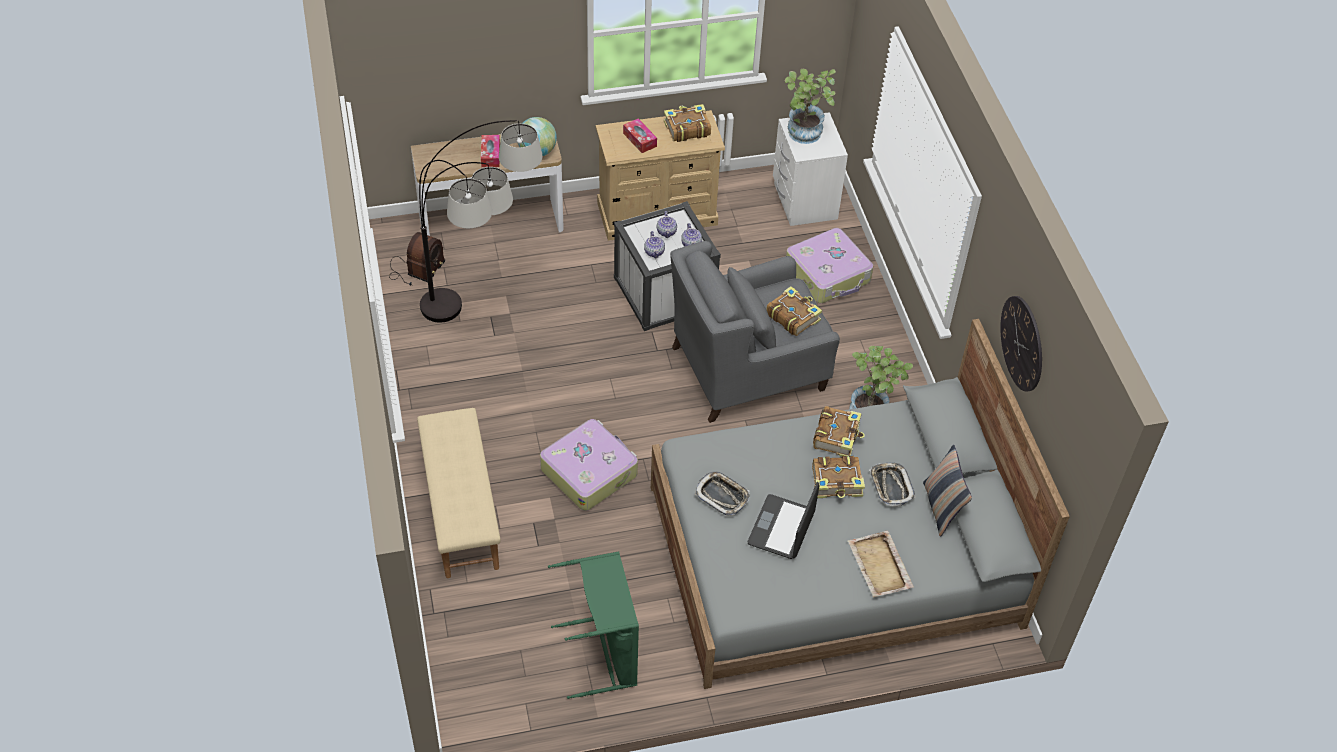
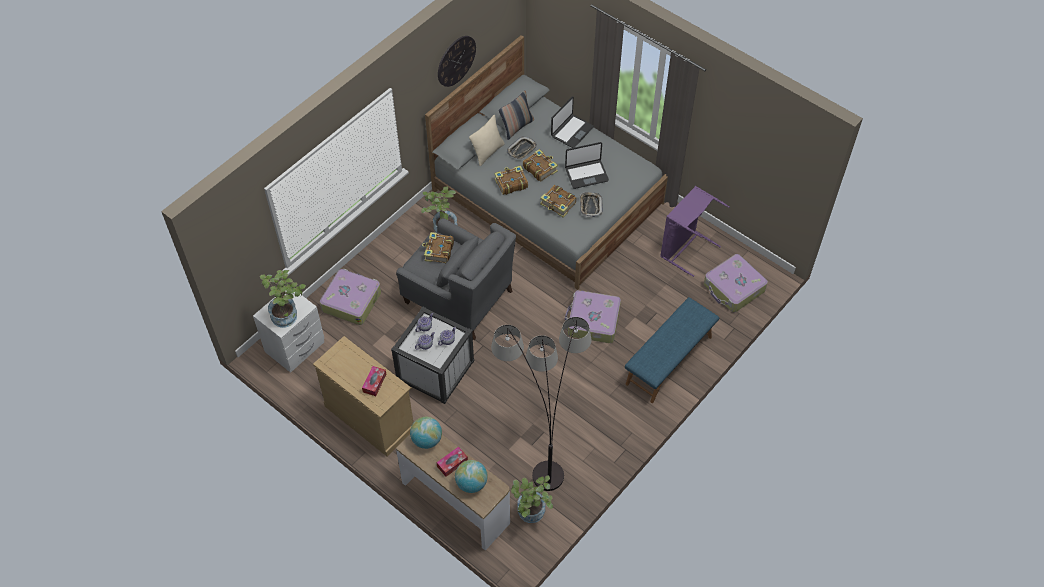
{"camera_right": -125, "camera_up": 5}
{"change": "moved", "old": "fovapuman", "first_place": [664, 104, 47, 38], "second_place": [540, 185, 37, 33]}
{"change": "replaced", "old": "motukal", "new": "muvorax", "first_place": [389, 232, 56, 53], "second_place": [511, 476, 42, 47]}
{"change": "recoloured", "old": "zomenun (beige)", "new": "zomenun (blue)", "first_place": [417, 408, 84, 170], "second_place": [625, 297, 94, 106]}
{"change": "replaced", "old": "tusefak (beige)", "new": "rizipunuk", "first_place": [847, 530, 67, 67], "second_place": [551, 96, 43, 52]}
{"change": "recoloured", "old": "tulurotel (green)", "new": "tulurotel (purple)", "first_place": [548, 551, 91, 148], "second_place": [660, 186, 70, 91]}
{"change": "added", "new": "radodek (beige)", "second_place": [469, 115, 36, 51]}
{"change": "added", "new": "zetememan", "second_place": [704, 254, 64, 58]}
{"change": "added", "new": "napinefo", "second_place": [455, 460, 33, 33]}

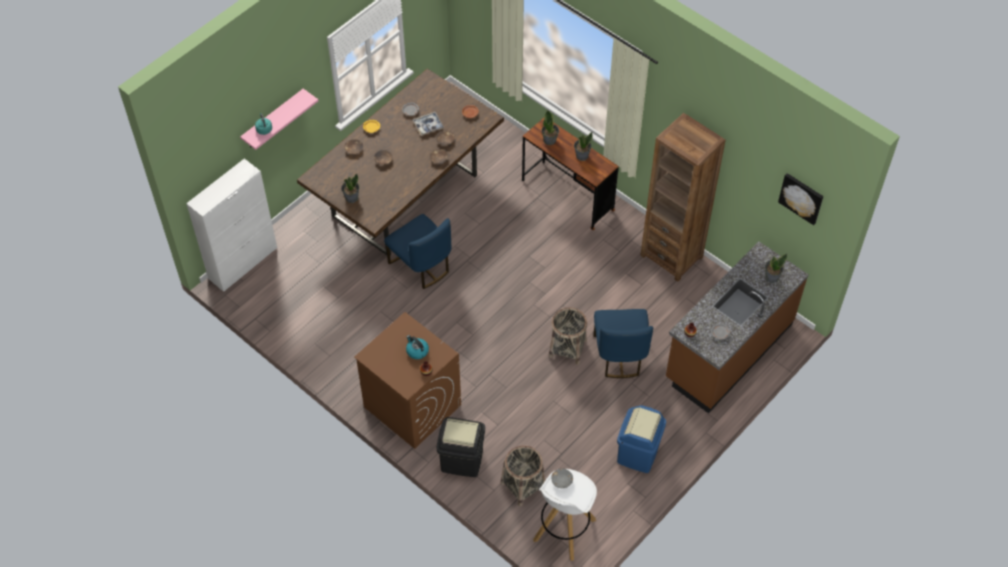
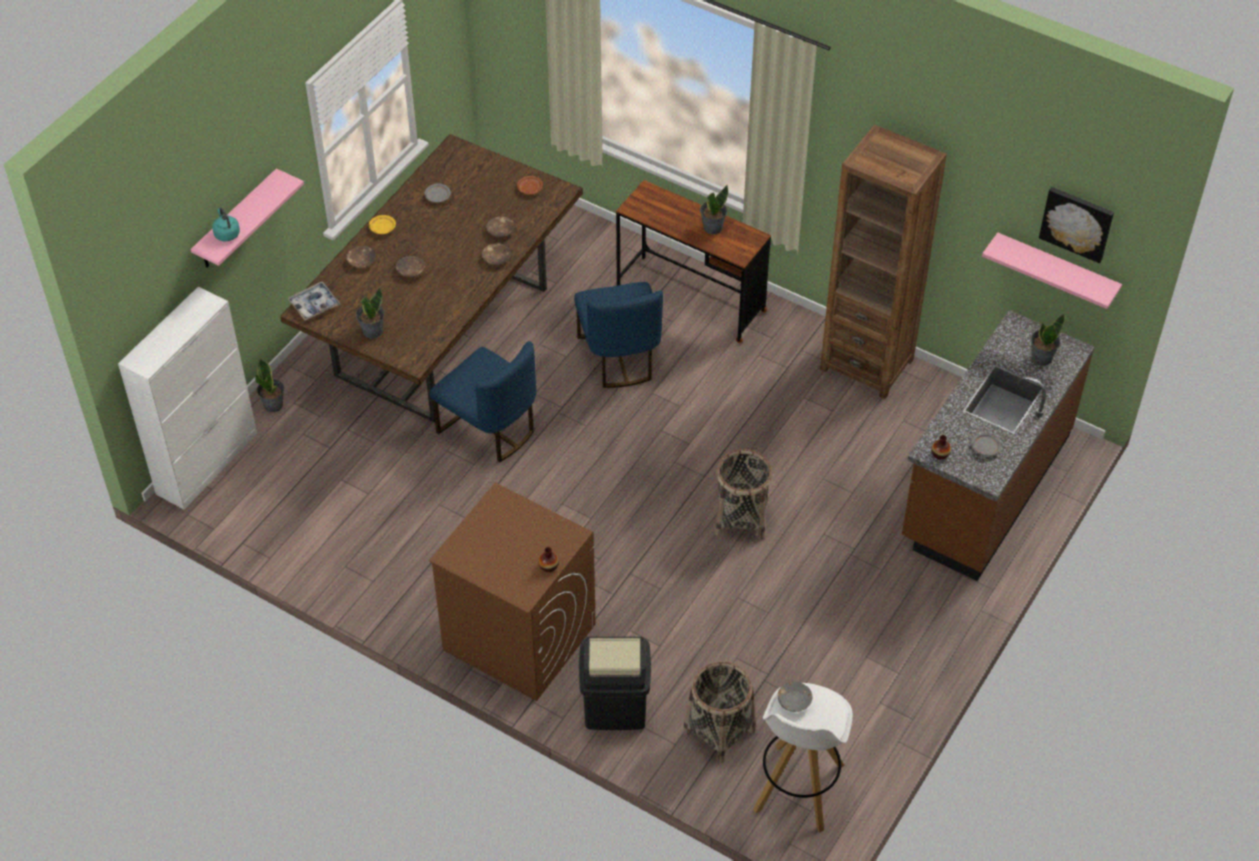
{"camera_right": -10, "camera_up": -5}
{"change": "moved", "old": "muvorax", "first_place": [542, 110, 17, 35], "second_place": [255, 358, 29, 54]}
{"change": "moved", "old": "tusefak", "first_place": [413, 112, 31, 24], "second_place": [288, 281, 52, 39]}
{"change": "moved", "old": "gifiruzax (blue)", "first_place": [593, 309, 60, 69], "second_place": [574, 282, 89, 106]}
{"change": "removed", "old": "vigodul", "first_place": [406, 335, 23, 24]}
{"change": "removed", "old": "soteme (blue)", "first_place": [617, 405, 49, 68]}
{"change": "added", "new": "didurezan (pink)", "second_place": [982, 232, 140, 77]}

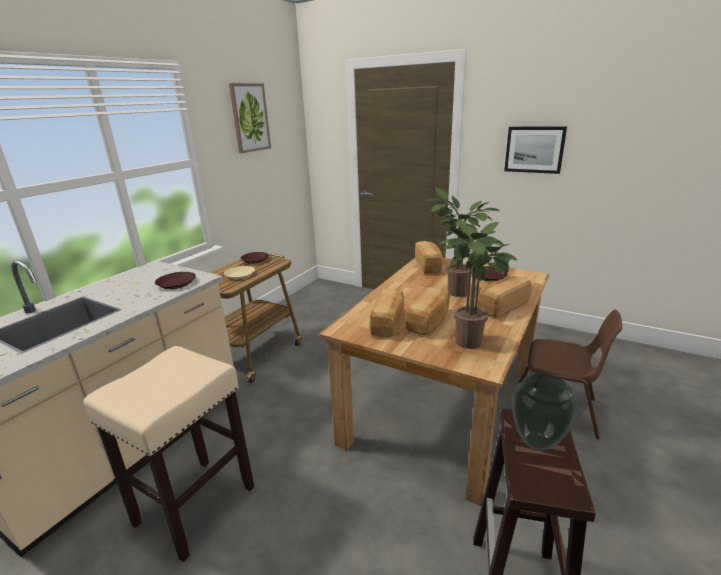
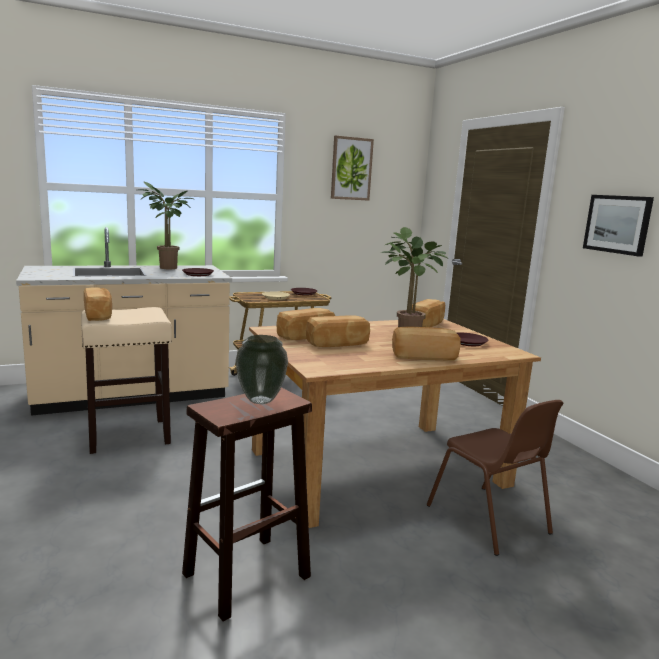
{"camera_right": 35, "camera_up": -10}
{"change": "moved", "old": "muvorax", "first_place": [438, 222, 79, 127], "second_place": [139, 181, 55, 88]}
{"change": "added", "new": "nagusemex", "second_place": [84, 287, 28, 34]}

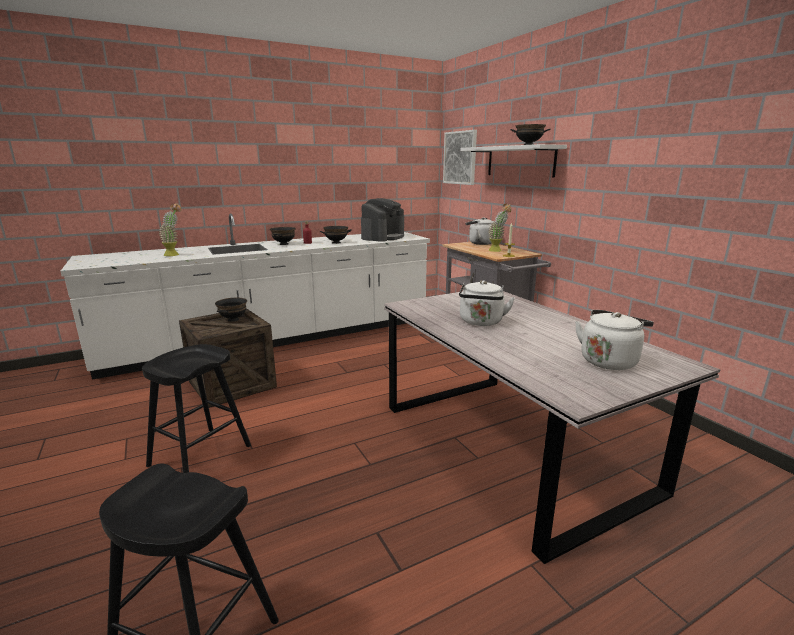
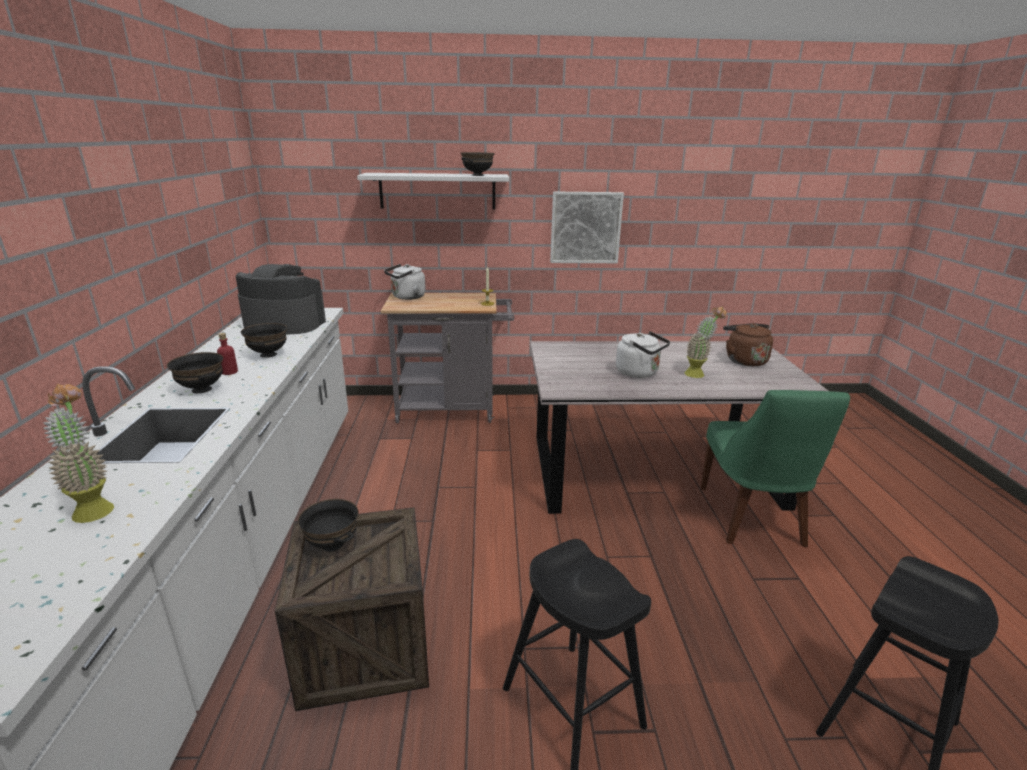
{"camera_right": -65, "camera_up": 5}
{"change": "moved", "old": "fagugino", "first_place": [443, 130, 34, 55], "second_place": [550, 192, 74, 71]}
{"change": "turned", "old": "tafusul", "first_place": [361, 198, 43, 44], "second_place": [236, 264, 90, 71], "degrees": -45}
{"change": "moved", "old": "muvorax", "first_place": [489, 204, 22, 48], "second_place": [685, 306, 41, 72]}
{"change": "recoloured", "old": "vigodul (white)", "new": "vigodul (brown)", "first_place": [575, 310, 79, 60], "second_place": [723, 323, 50, 44]}
{"change": "added", "new": "gifiruzax (green)", "second_place": [700, 390, 150, 157]}

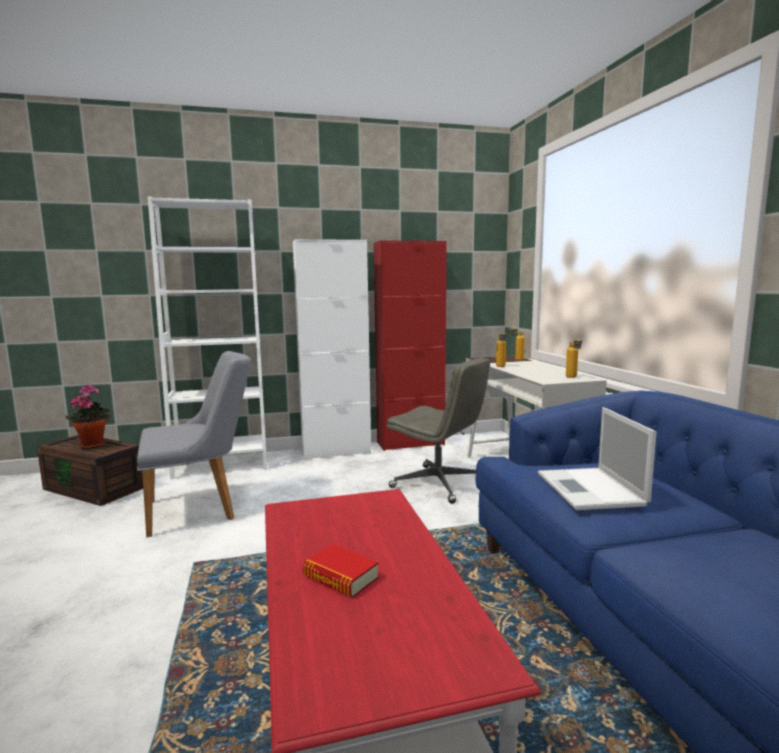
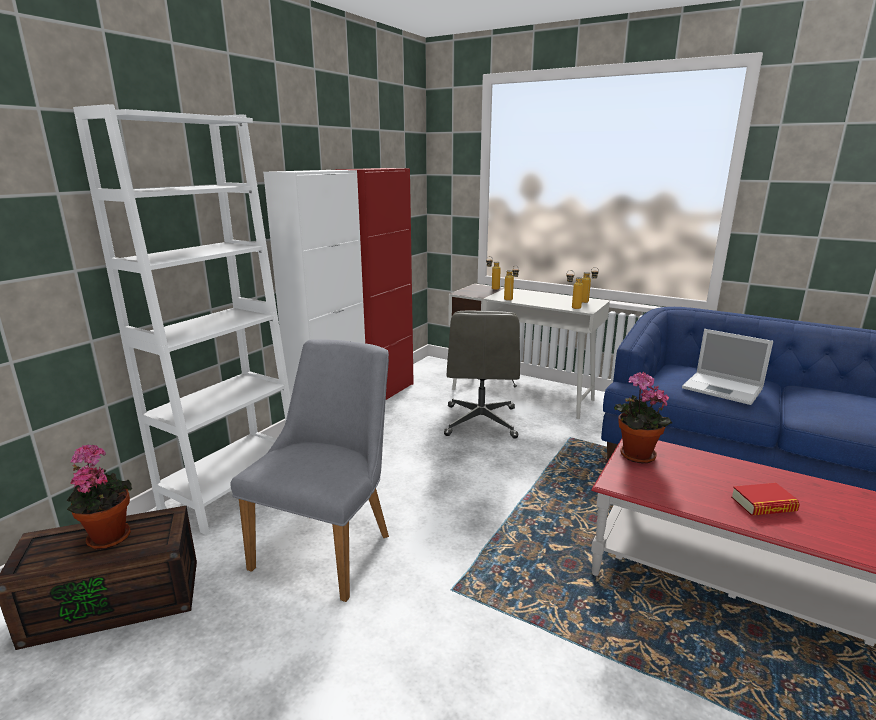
{"camera_right": -45, "camera_up": 10}
{"change": "turned", "old": "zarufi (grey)", "first_place": [386, 358, 104, 146], "second_place": [444, 310, 76, 129], "degrees": 105}
{"change": "added", "new": "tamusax", "second_place": [566, 270, 17, 39]}
{"change": "added", "new": "muvorax", "second_place": [614, 372, 58, 92]}

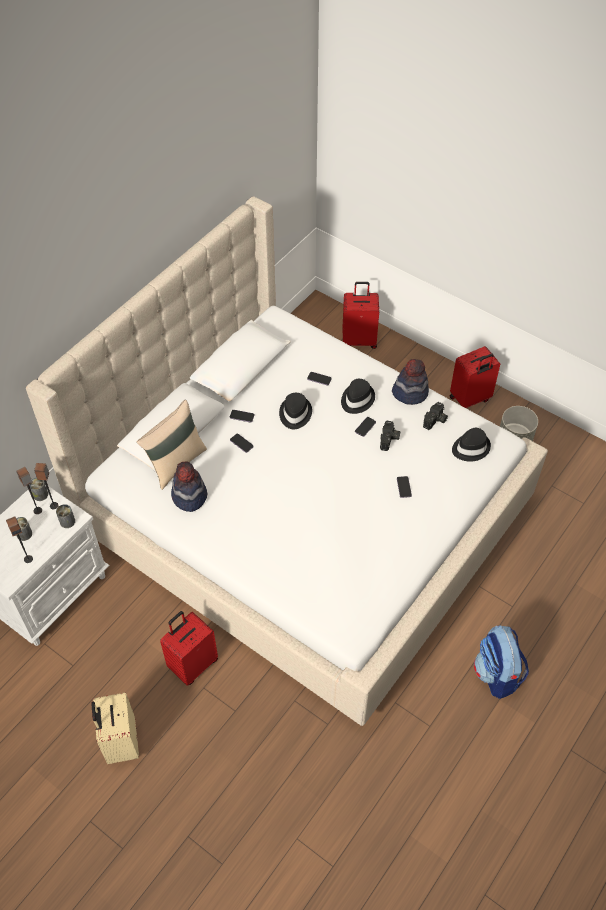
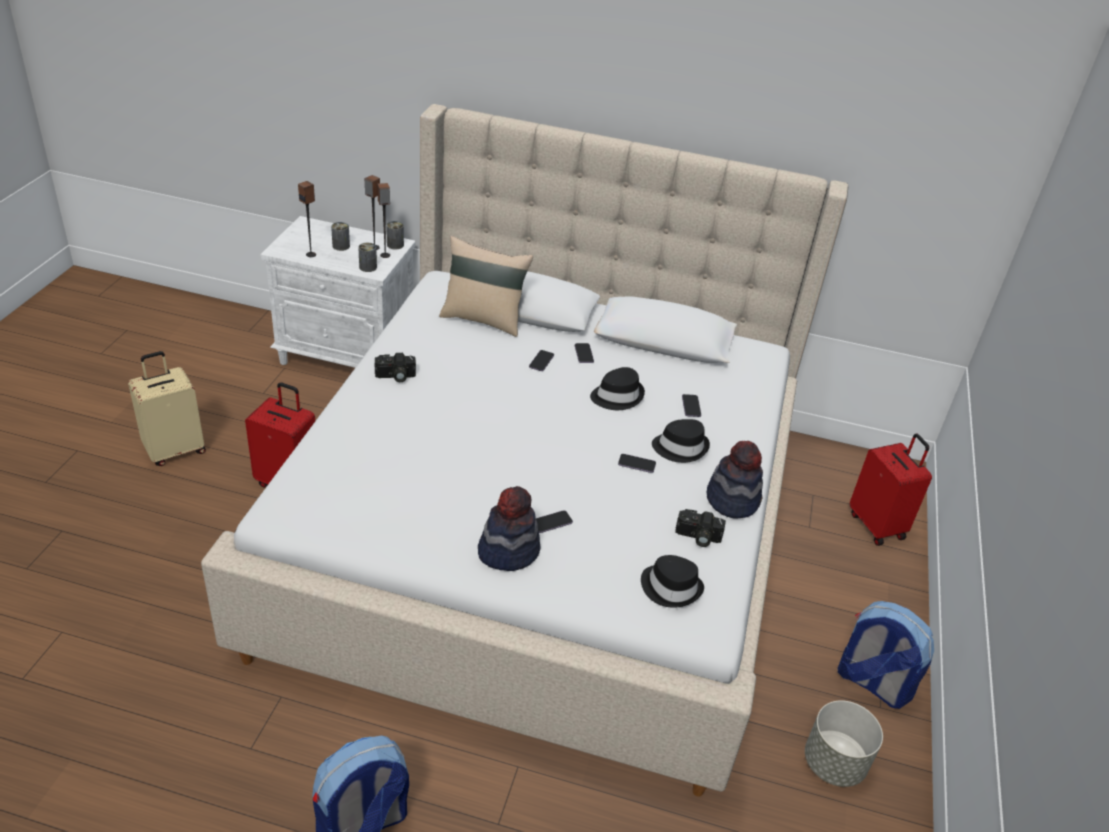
{"camera_right": 65, "camera_up": -15}
{"change": "replaced", "old": "zetememan (red)", "new": "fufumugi", "first_place": [450, 346, 50, 62], "second_place": [837, 601, 97, 108]}
{"change": "moved", "old": "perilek", "first_place": [380, 420, 21, 31], "second_place": [375, 353, 41, 29]}
{"change": "moved", "old": "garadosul", "first_place": [171, 461, 36, 51], "second_place": [478, 486, 62, 85]}

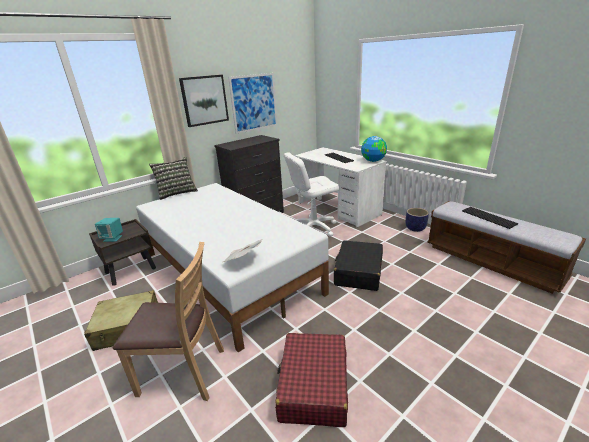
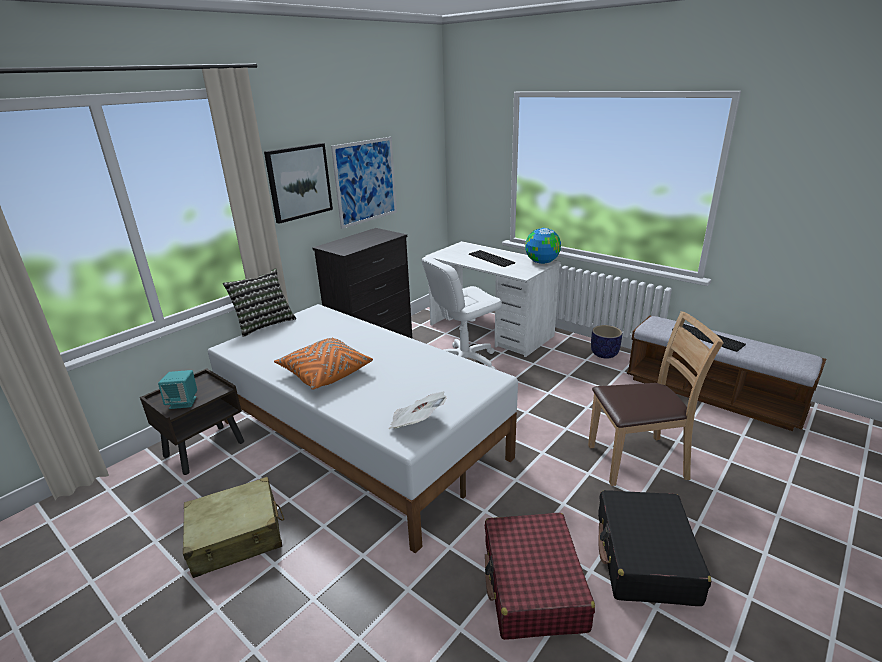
{"camera_right": -10, "camera_up": 0}
{"change": "moved", "old": "zetememan (black)", "first_place": [334, 240, 49, 51], "second_place": [598, 490, 113, 116]}
{"change": "moved", "old": "gifiruzax (brown)", "first_place": [113, 242, 111, 159], "second_place": [588, 311, 136, 175]}
{"change": "added", "new": "radodek (orange)", "second_place": [274, 338, 99, 52]}

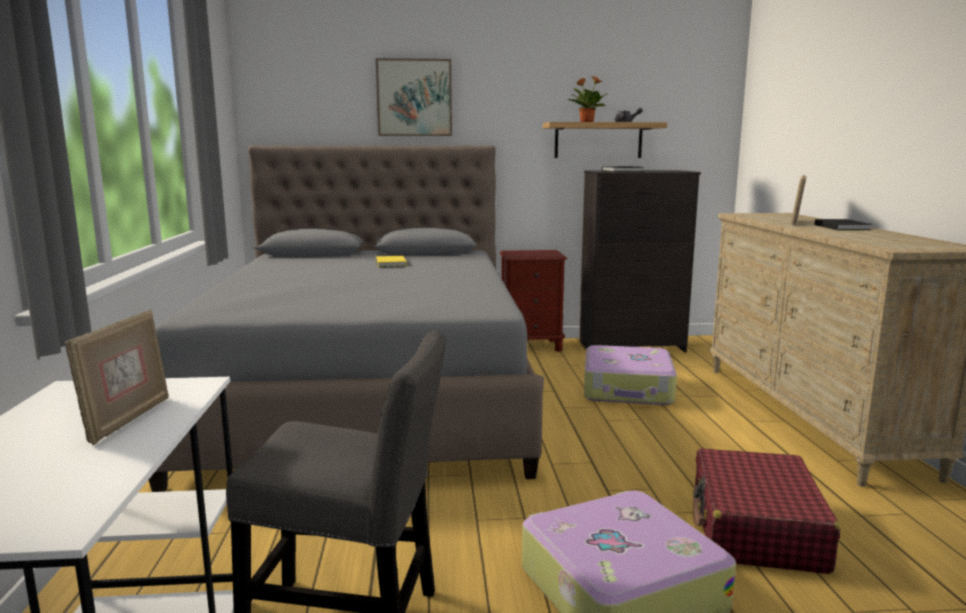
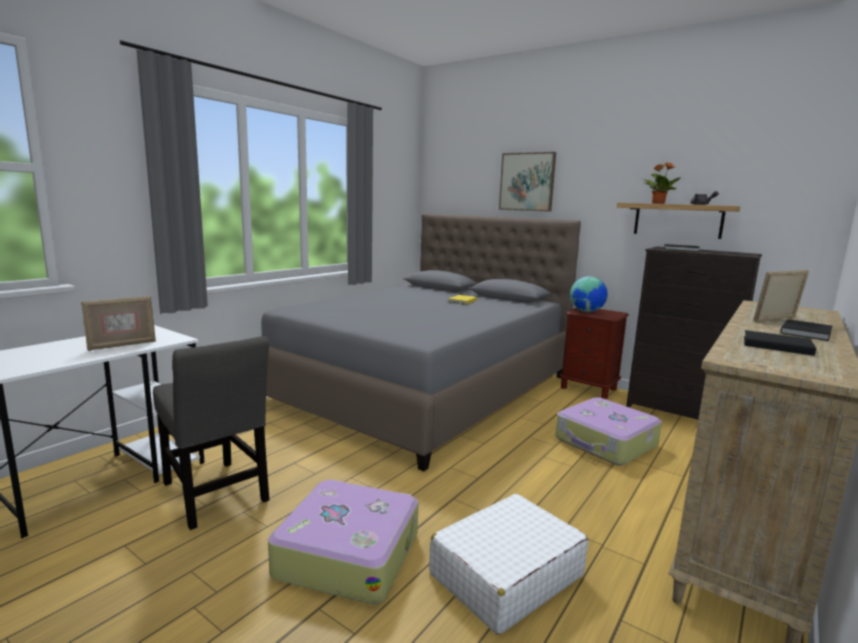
{"camera_right": 40, "camera_up": 0}
{"change": "recoloured", "old": "zetememan (red)", "new": "zetememan (white)", "first_place": [693, 448, 147, 126], "second_place": [429, 494, 159, 141]}
{"change": "added", "new": "napinefo", "second_place": [570, 276, 38, 36]}
{"change": "added", "new": "fovapuman (black)", "second_place": [744, 330, 72, 26]}

